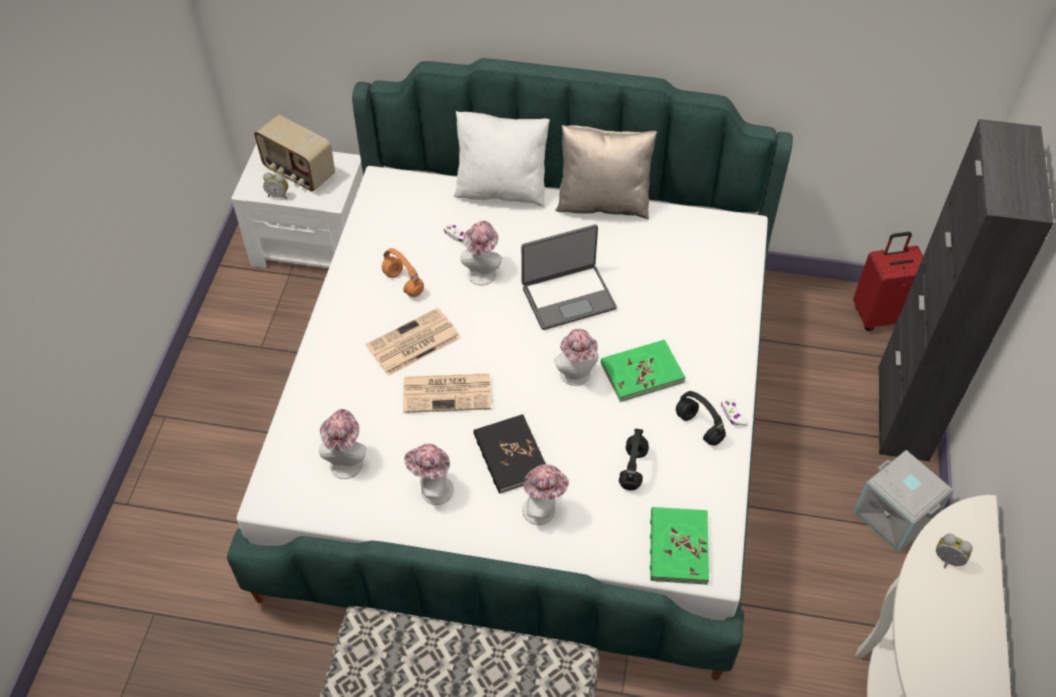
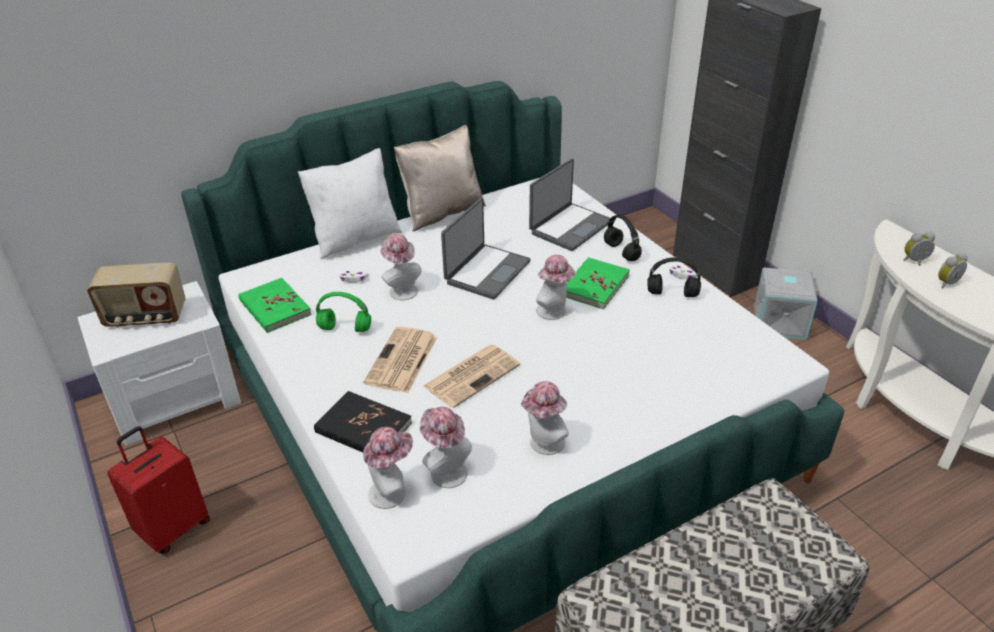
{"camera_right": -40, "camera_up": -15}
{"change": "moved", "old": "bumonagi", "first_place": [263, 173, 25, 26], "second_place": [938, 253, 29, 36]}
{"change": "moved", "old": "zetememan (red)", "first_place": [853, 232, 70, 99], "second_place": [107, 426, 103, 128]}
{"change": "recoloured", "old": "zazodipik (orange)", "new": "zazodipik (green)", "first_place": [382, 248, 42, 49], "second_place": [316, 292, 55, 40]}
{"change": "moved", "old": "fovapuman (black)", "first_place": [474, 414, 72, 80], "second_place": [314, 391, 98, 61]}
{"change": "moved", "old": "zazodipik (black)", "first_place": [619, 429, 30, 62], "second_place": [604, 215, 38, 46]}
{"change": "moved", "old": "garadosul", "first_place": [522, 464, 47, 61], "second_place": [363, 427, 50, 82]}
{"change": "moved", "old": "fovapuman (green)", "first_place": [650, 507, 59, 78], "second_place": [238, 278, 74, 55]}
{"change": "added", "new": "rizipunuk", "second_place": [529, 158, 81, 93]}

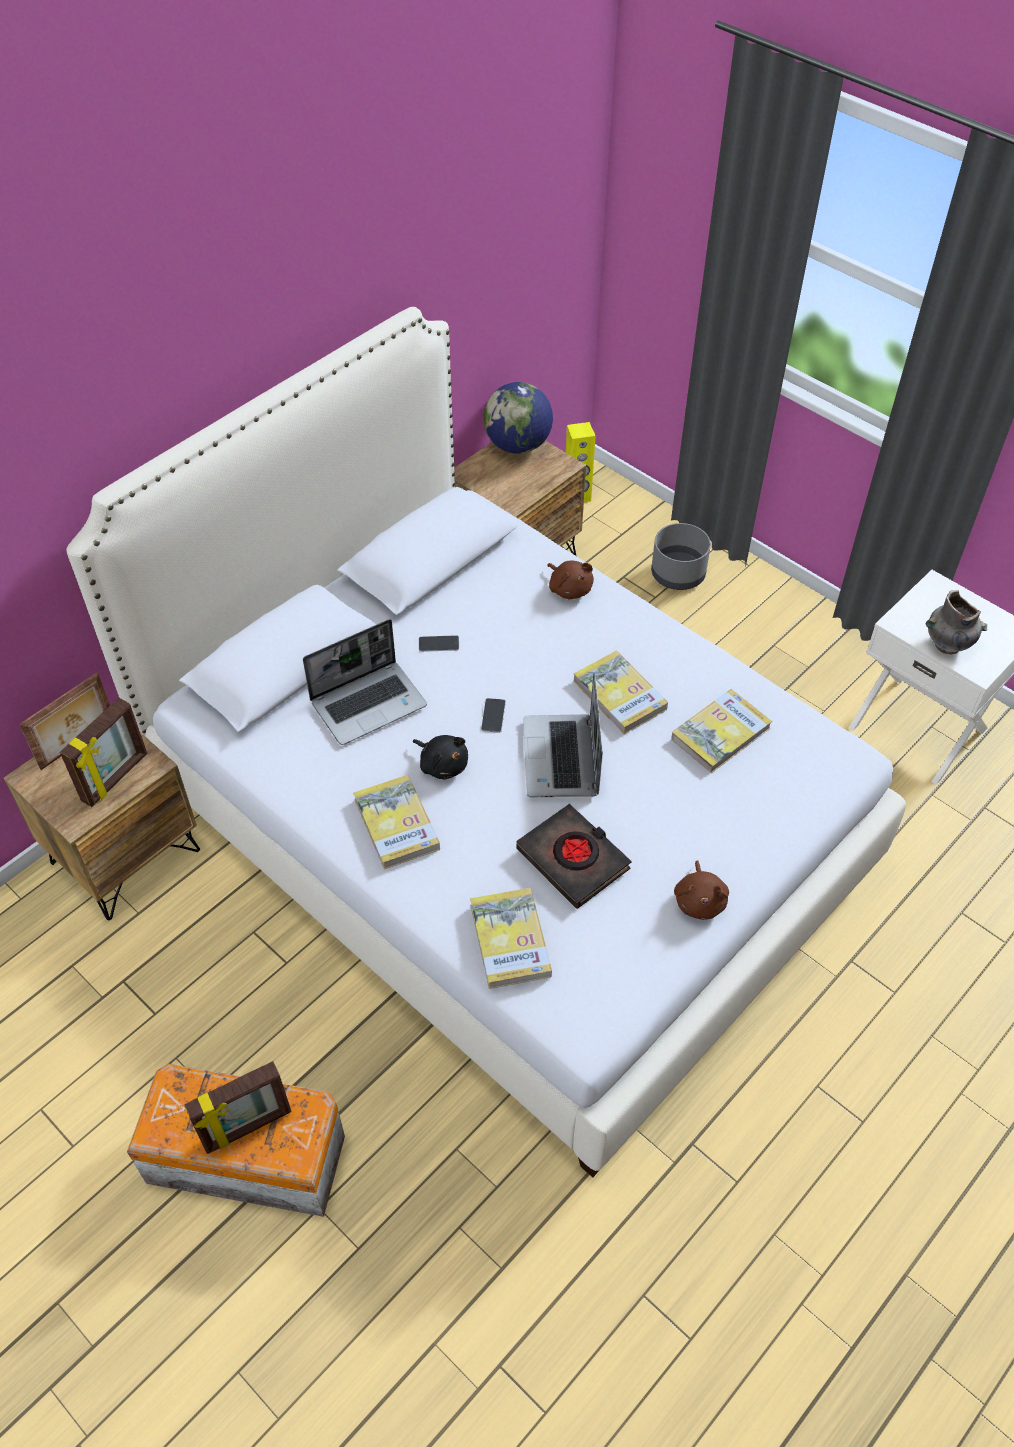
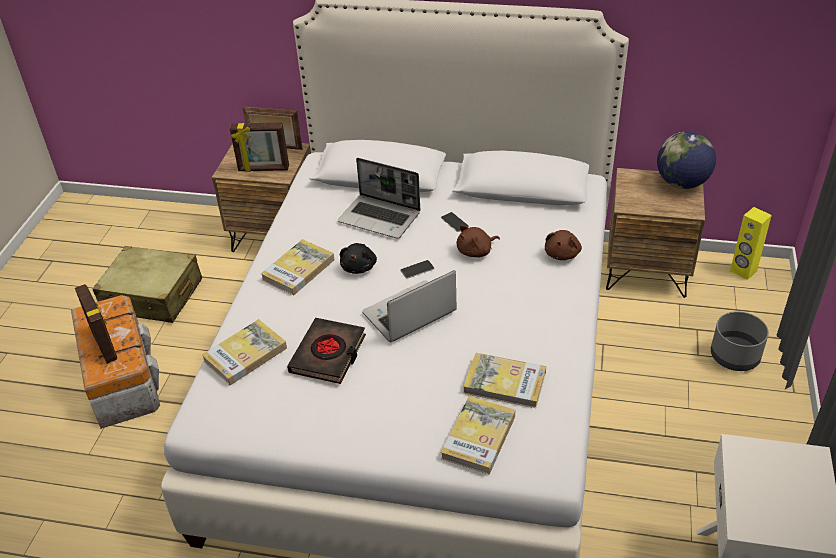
{"camera_right": 60, "camera_up": -10}
{"change": "removed", "old": "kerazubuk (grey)", "first_place": [926, 590, 61, 64]}
{"change": "moved", "old": "fovapuman", "first_place": [573, 651, 95, 83], "second_place": [441, 396, 74, 78]}
{"change": "moved", "old": "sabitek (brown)", "first_place": [674, 860, 55, 60], "second_place": [457, 225, 43, 33]}
{"change": "turned", "old": "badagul", "first_place": [184, 1061, 107, 93], "second_place": [75, 284, 42, 80], "degrees": -150}
{"change": "added", "new": "zetememan (beige)", "second_place": [93, 246, 109, 77]}

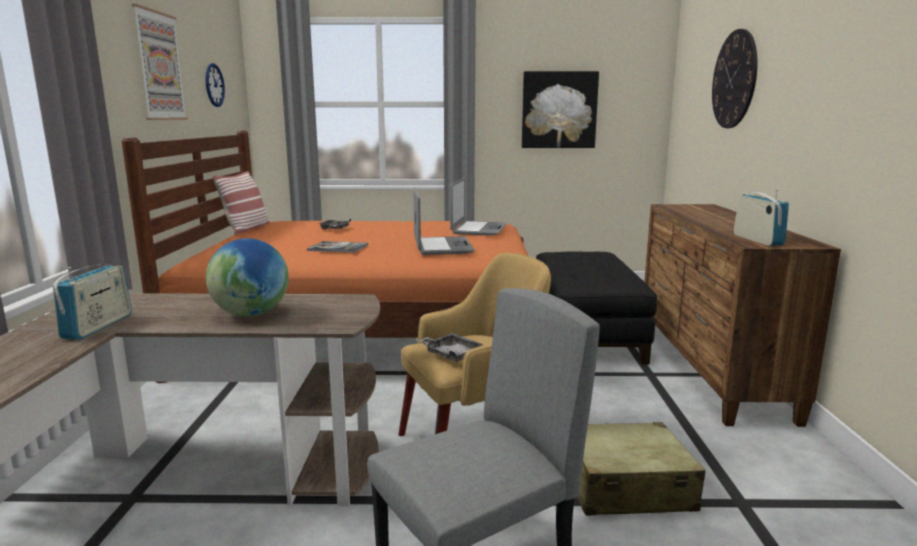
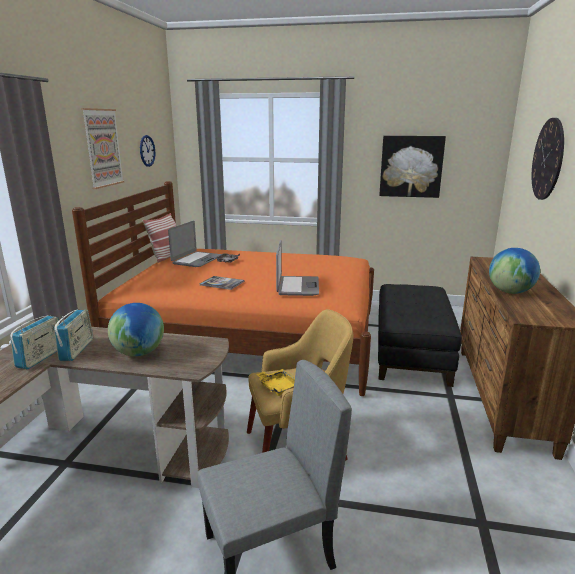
{"camera_right": 10, "camera_up": 5}
{"change": "moved", "old": "rizipunuk", "first_place": [450, 178, 57, 58], "second_place": [168, 221, 53, 46]}
{"change": "moved", "old": "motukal", "first_place": [734, 190, 55, 56], "second_place": [54, 309, 39, 52]}
{"change": "recoloured", "old": "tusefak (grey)", "new": "tusefak (yellow)", "first_place": [417, 333, 67, 29], "second_place": [256, 369, 39, 27]}
{"change": "removed", "old": "zetememan (beige)", "first_place": [577, 422, 128, 94]}
{"change": "added", "new": "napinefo", "second_place": [489, 248, 51, 46]}

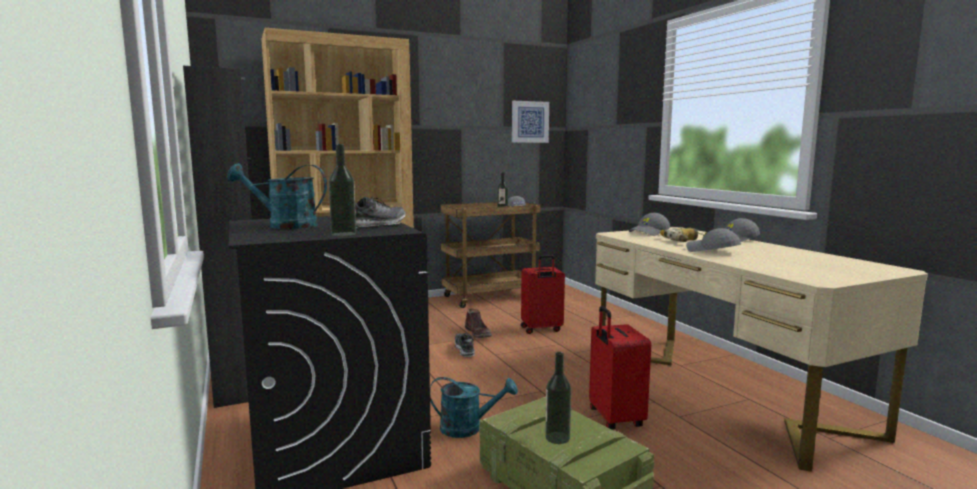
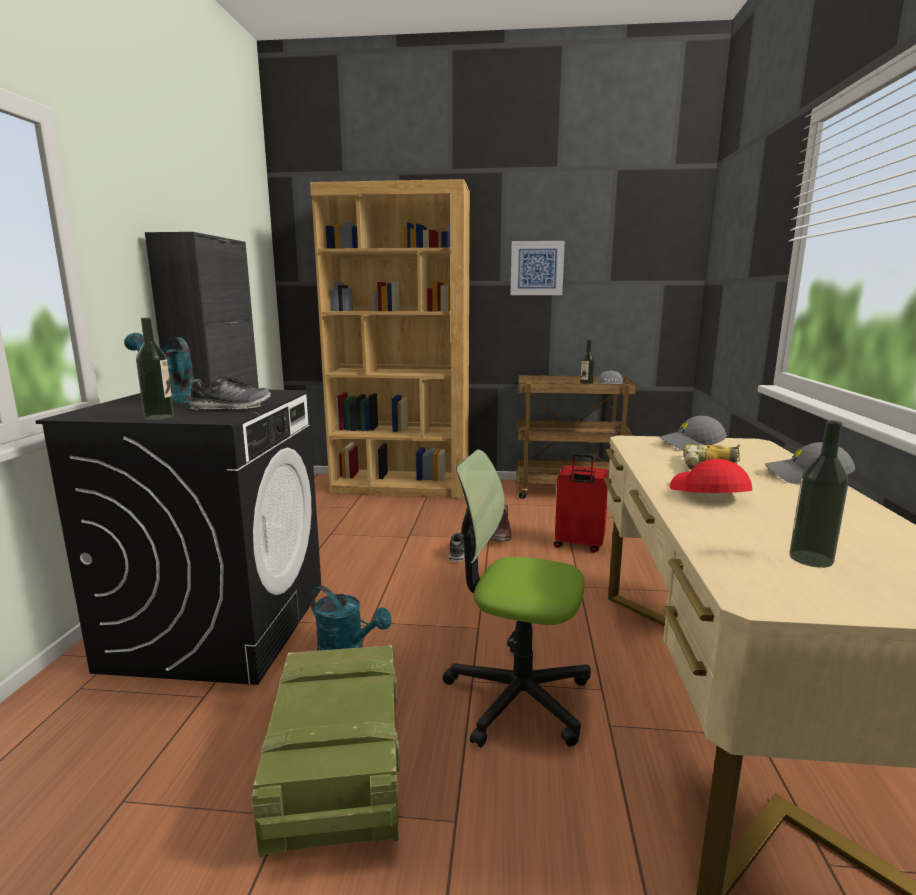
{"camera_right": 30, "camera_up": 5}
{"change": "moved", "old": "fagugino", "first_place": [512, 101, 37, 42], "second_place": [511, 241, 54, 54]}
{"change": "recoloured", "old": "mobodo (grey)", "new": "mobodo (red)", "first_place": [686, 228, 55, 24], "second_place": [670, 459, 83, 34]}
{"change": "replaced", "old": "zetememan (red)", "new": "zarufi", "first_place": [589, 306, 62, 123], "second_place": [443, 450, 148, 297]}
{"change": "moved", "old": "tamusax", "first_place": [545, 352, 26, 92], "second_place": [789, 421, 59, 147]}

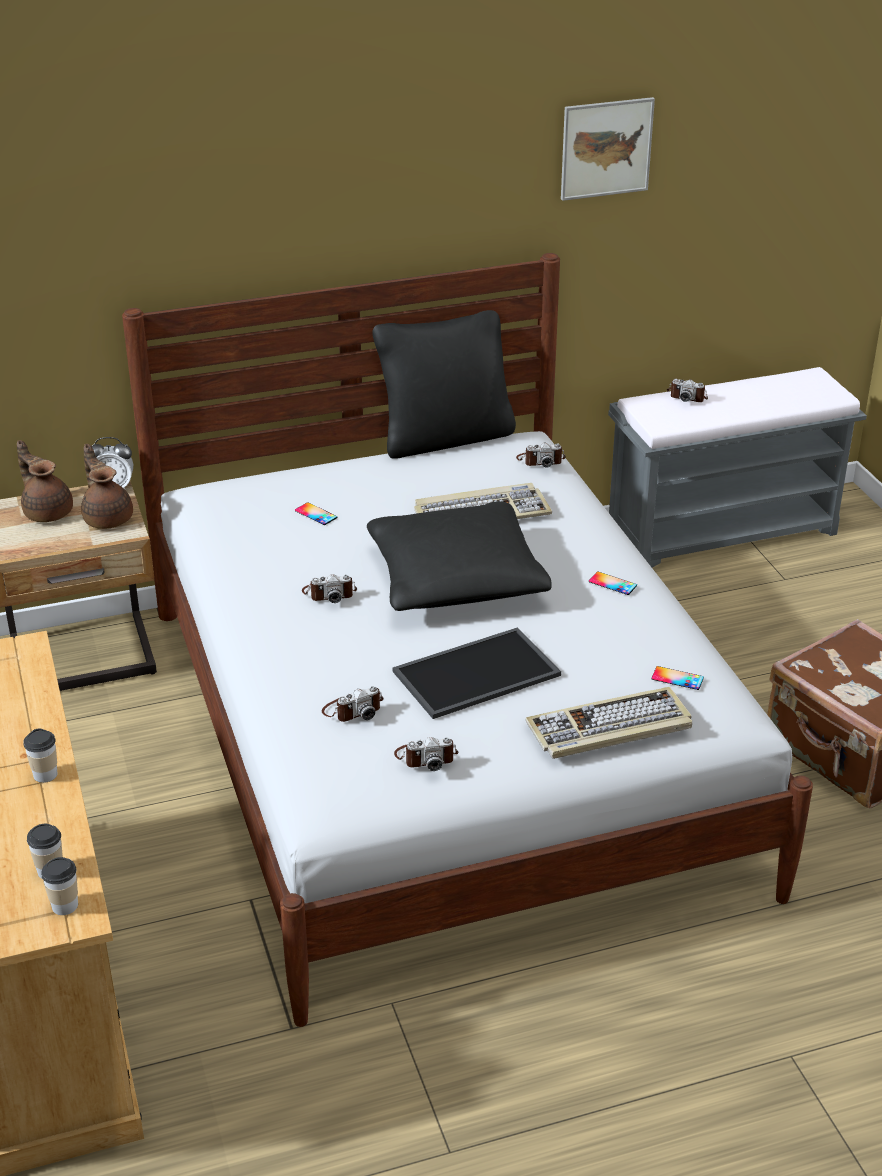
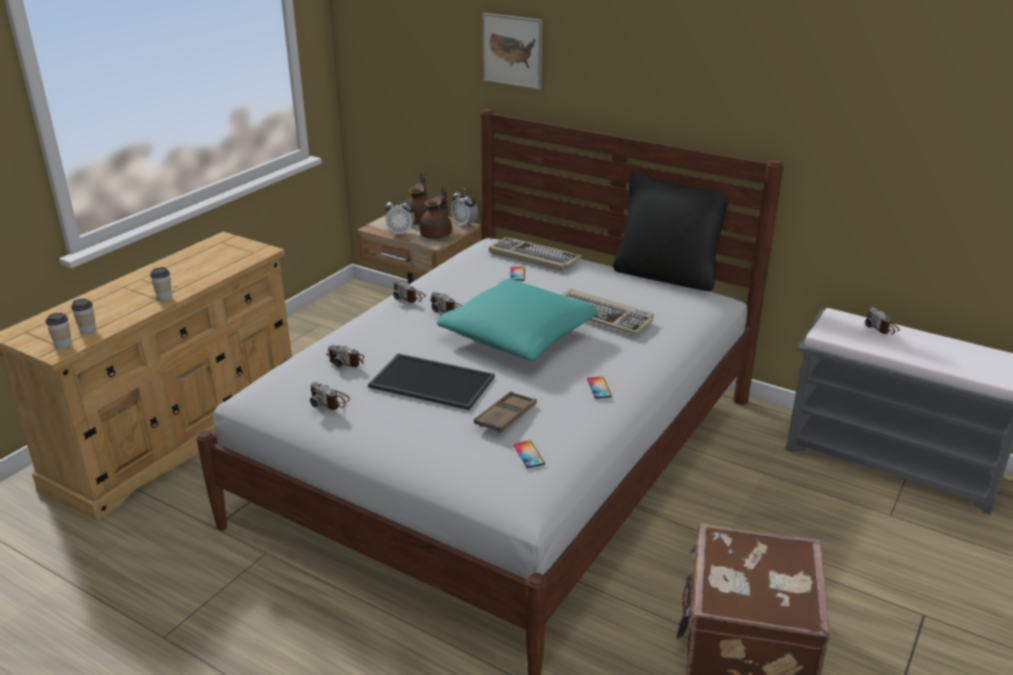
{"camera_right": 50, "camera_up": -5}
{"change": "moved", "old": "fagugino", "first_place": [561, 97, 94, 104], "second_place": [483, 13, 60, 77]}
{"change": "moved", "old": "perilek", "first_place": [516, 443, 50, 25], "second_place": [393, 280, 33, 23]}
{"change": "recoloured", "old": "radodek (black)", "new": "radodek (turquoise)", "first_place": [367, 501, 185, 110], "second_place": [437, 279, 161, 82]}
{"change": "moved", "old": "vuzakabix", "first_place": [526, 687, 166, 72], "second_place": [489, 237, 92, 34]}
{"change": "added", "new": "bumonagi", "second_place": [385, 197, 30, 38]}
{"change": "added", "new": "tusefak (brown)", "second_place": [474, 391, 63, 42]}

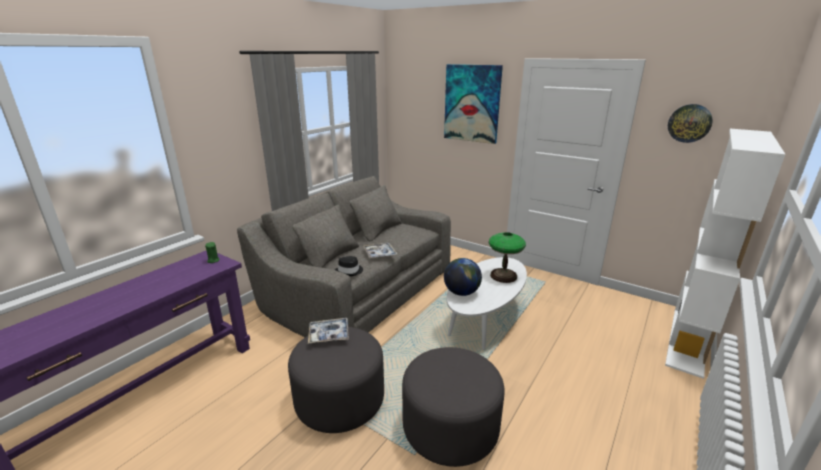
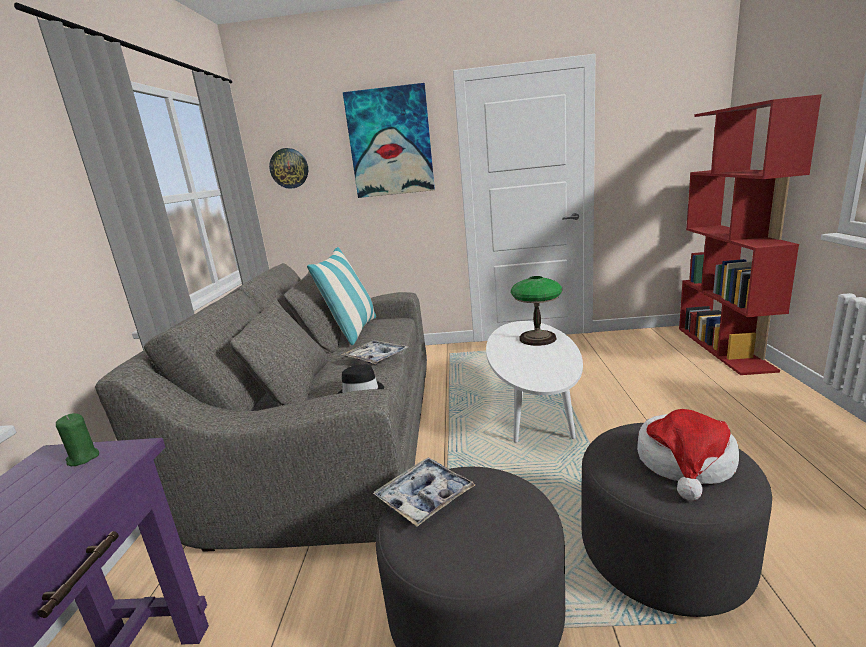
{"camera_right": -30, "camera_up": -5}
{"change": "moved", "old": "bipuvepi", "first_place": [668, 104, 45, 39], "second_place": [269, 148, 39, 41]}
{"change": "recoloured", "old": "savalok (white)", "new": "savalok (red)", "first_place": [665, 129, 121, 250], "second_place": [679, 94, 143, 281]}
{"change": "removed", "old": "napinefo", "first_place": [444, 258, 38, 38]}
{"change": "added", "new": "radodek", "second_place": [307, 247, 69, 98]}
{"change": "added", "new": "garadosul", "second_place": [637, 409, 102, 92]}

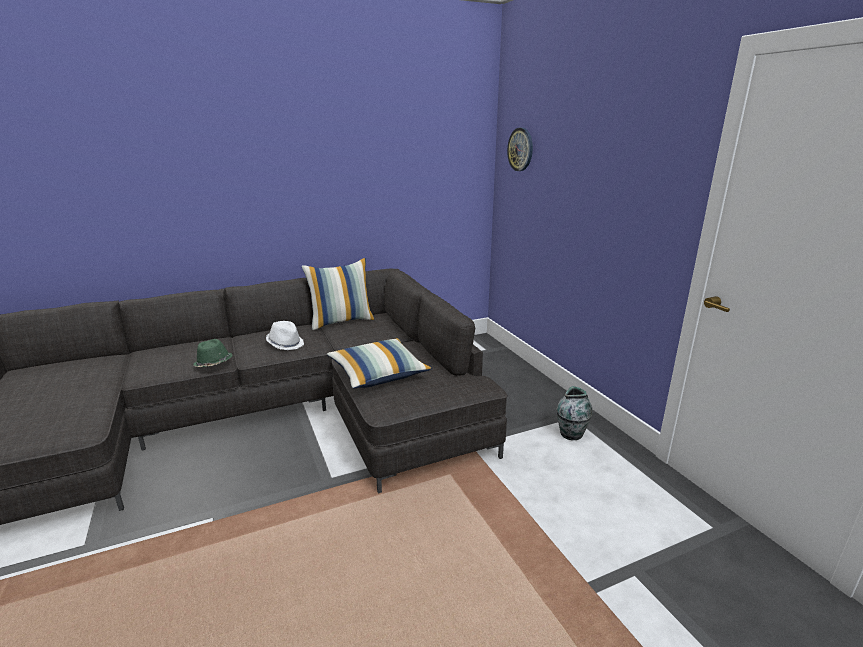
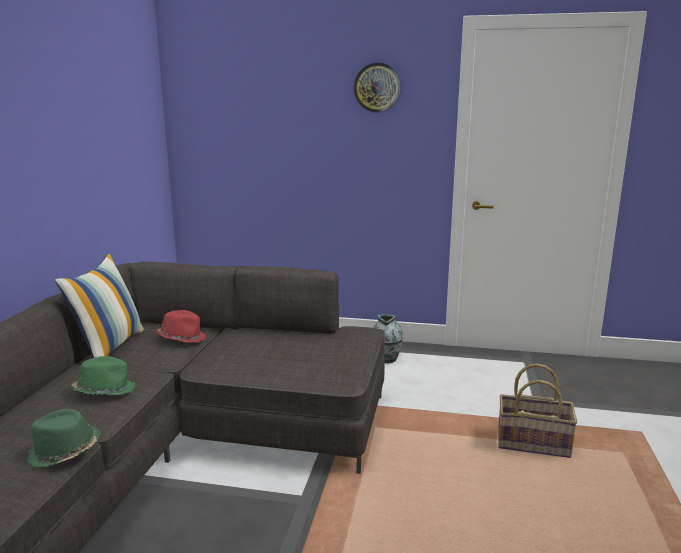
{"camera_right": -55, "camera_up": -5}
{"change": "moved", "old": "bipuvepi", "first_place": [507, 128, 26, 43], "second_place": [354, 62, 48, 51]}
{"change": "recoloured", "old": "garadosul (white)", "new": "garadosul (green)", "first_place": [266, 321, 38, 29], "second_place": [71, 356, 65, 39]}
{"change": "removed", "old": "radodek", "first_place": [327, 338, 105, 51]}
{"change": "added", "new": "garadosul (red)", "second_place": [156, 310, 51, 33]}
{"change": "added", "new": "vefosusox", "second_place": [498, 363, 80, 95]}

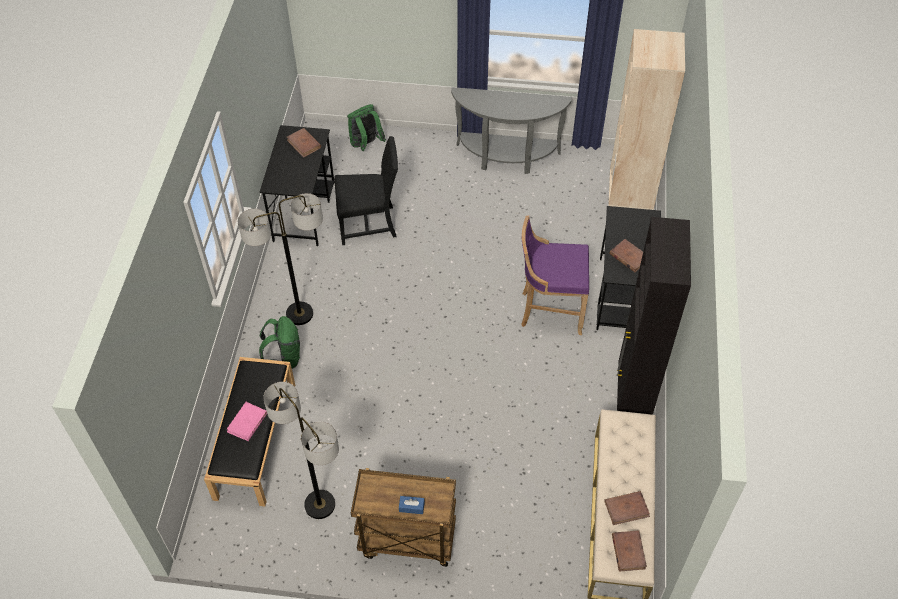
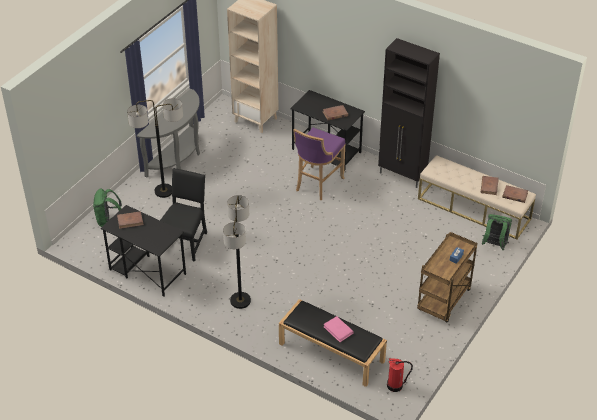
{"camera_right": -65, "camera_up": -10}
{"change": "moved", "old": "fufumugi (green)", "first_place": [259, 316, 41, 53], "second_place": [482, 214, 30, 36]}
{"change": "moved", "old": "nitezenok", "first_place": [263, 382, 76, 137], "second_place": [127, 98, 56, 100]}
{"change": "added", "new": "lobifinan", "second_place": [387, 358, 26, 34]}

